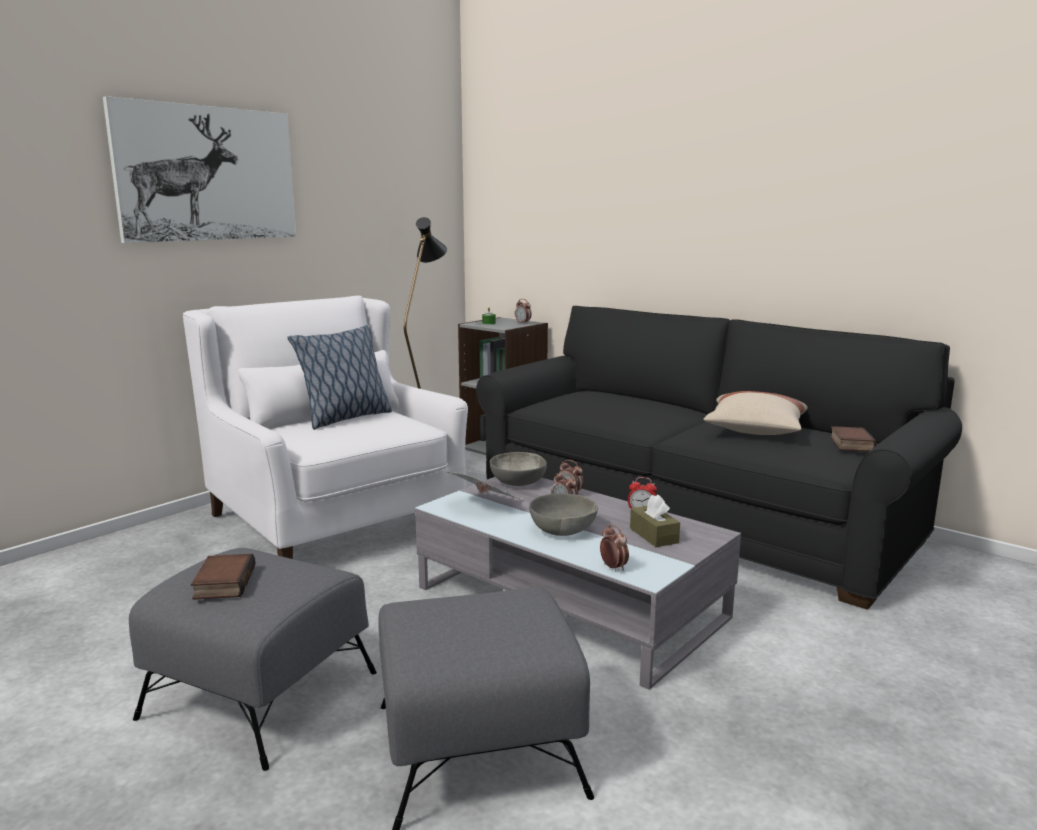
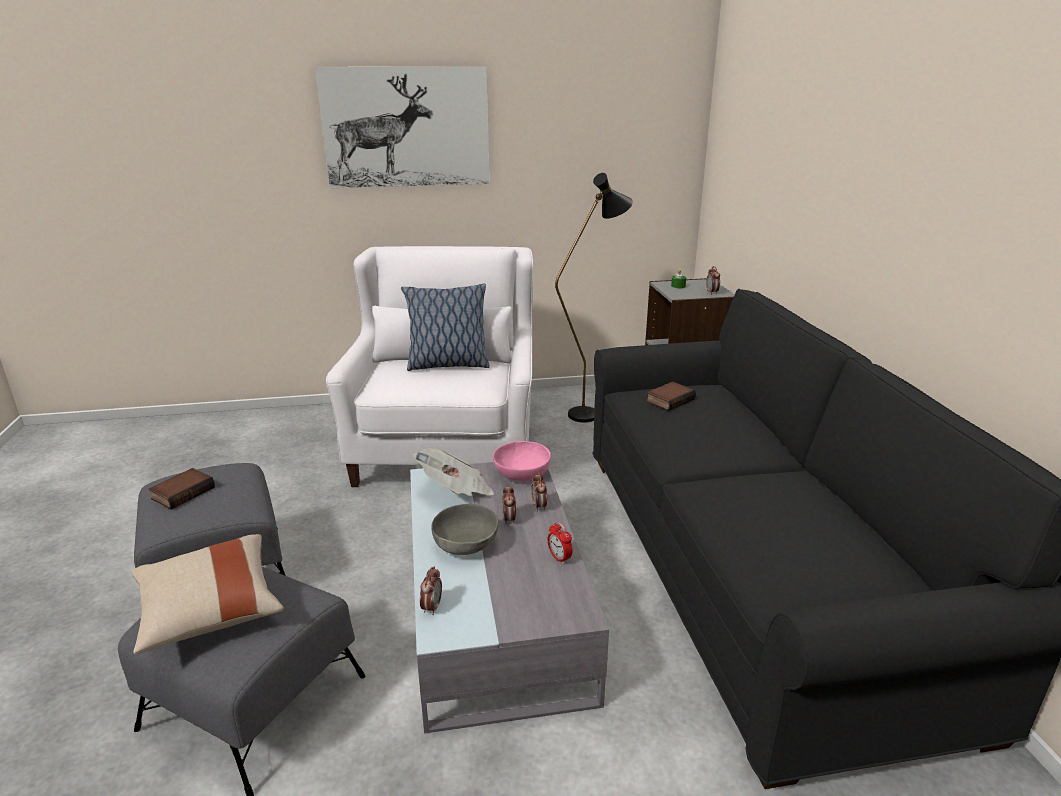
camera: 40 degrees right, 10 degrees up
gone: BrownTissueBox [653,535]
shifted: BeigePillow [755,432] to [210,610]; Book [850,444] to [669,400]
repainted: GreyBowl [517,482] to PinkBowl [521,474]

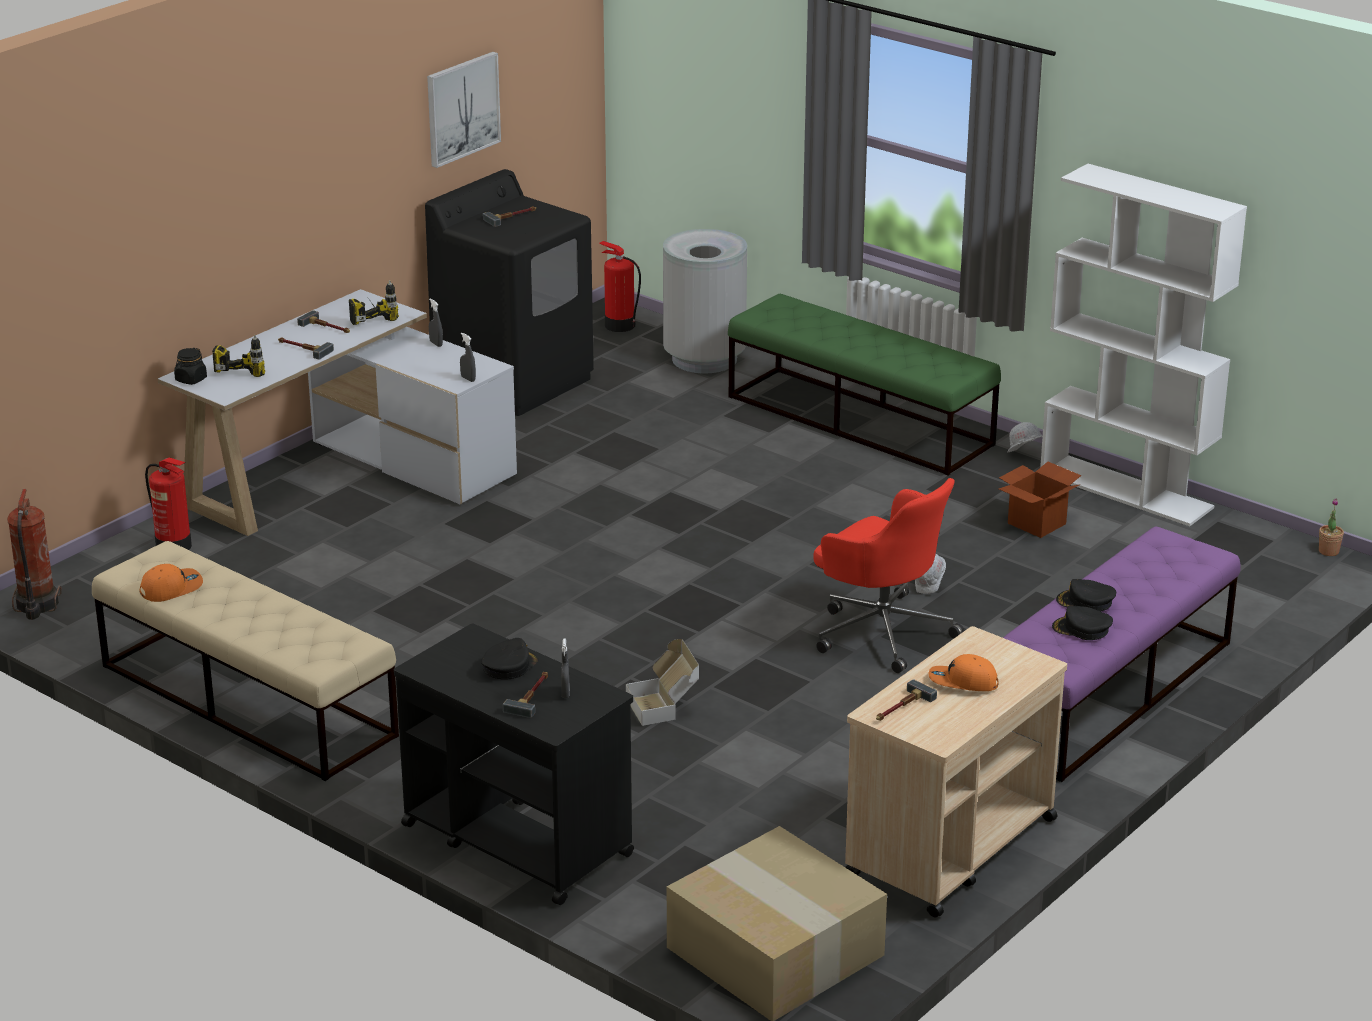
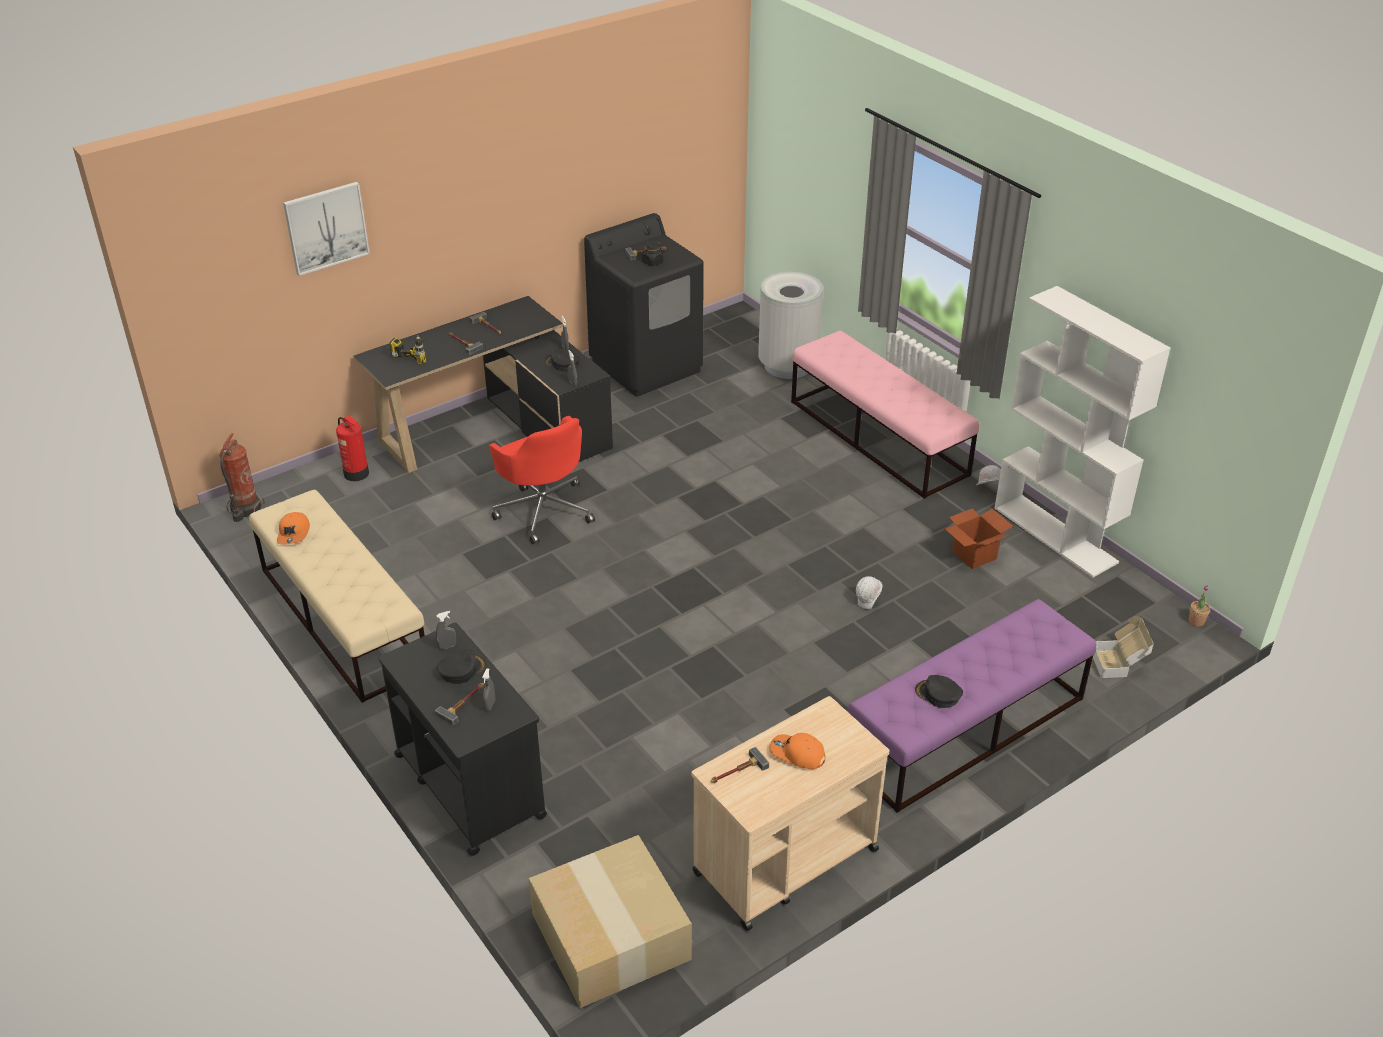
camera: 15 degrees right, 10 degrees up
gone: FireExtinguisher [619,325]; PowerDrill [370,316]
new: GreySprayBottle [447,646]
shifted: Picture [462,108] to [326,227]; BlackJar [191,379] to [652,262]; RedOfficeChair [881,631] to [544,509]; BlackCap [1085,602] to [562,363]; CardboardBox [664,706] to [1118,663]
repainted: WhiteDesk [346,475] to BlackDesk [497,430]; GreenBench [860,421] to PinkBench [878,438]
rotated: OrangeCap [171,588] = [294,533] 105 degrees clockwise

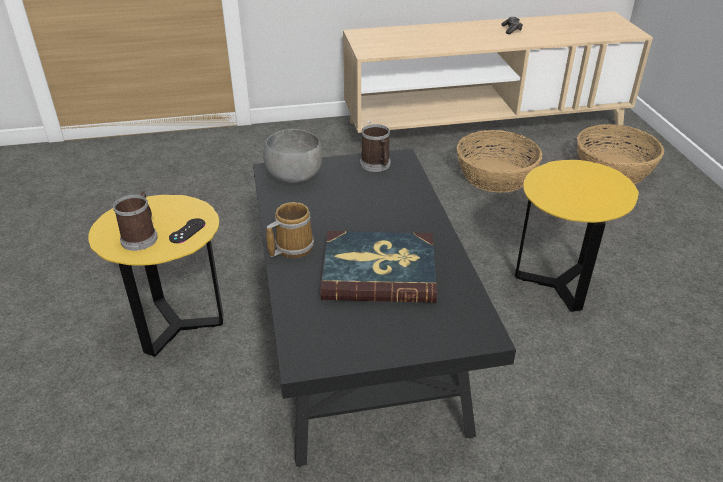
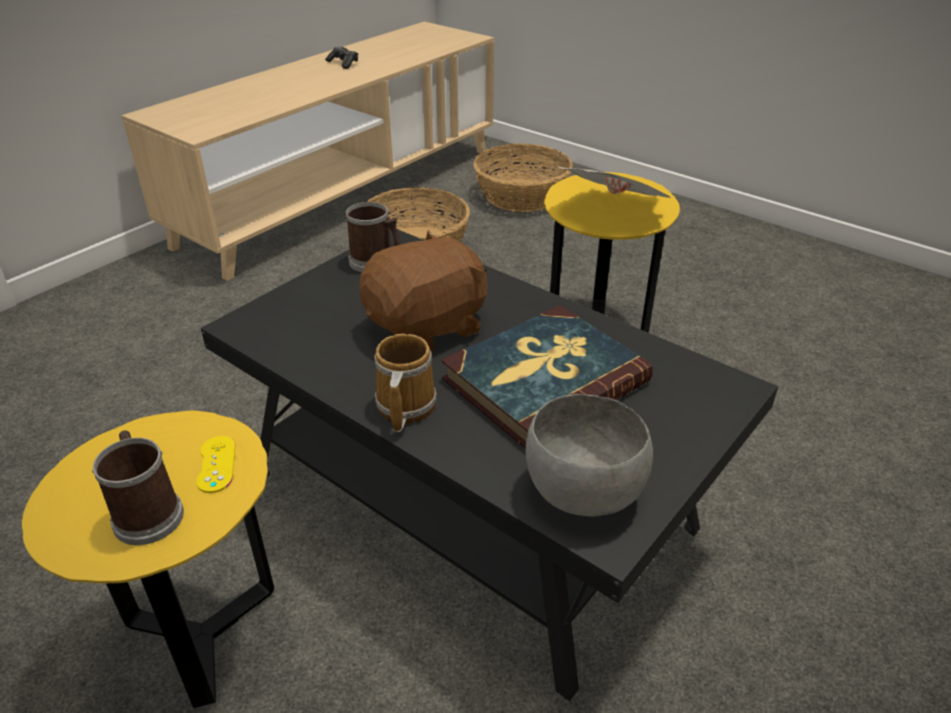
camera: 40 degrees left, 0 degrees up
new: Newspaper [615,212]; BrownPlushToy [428,327]
shifted: GreyBowl [294,177] to [580,492]
repainted: BlackGameController [187,231] to YellowGameController [216,464]

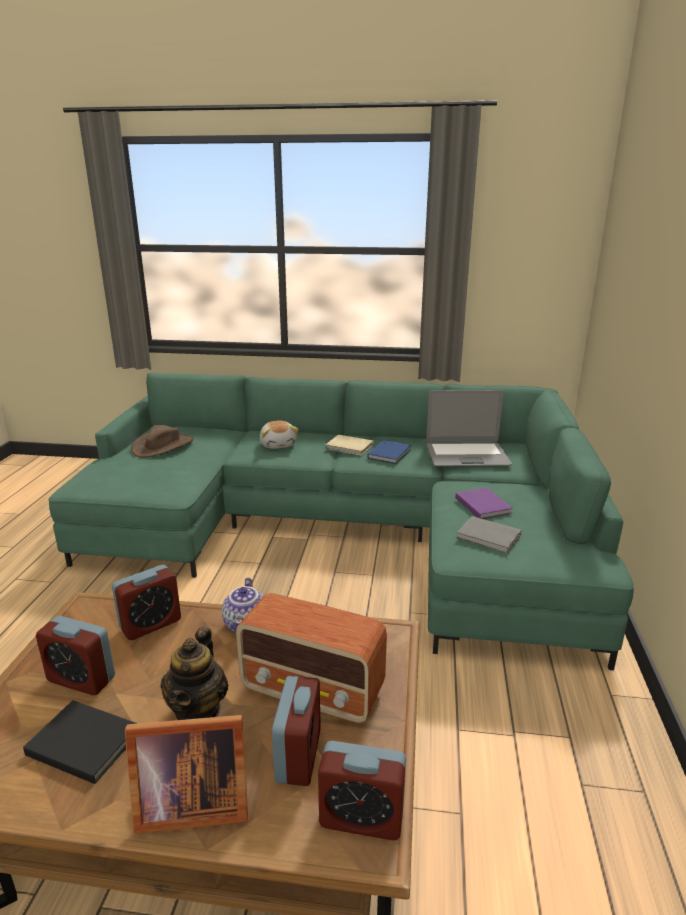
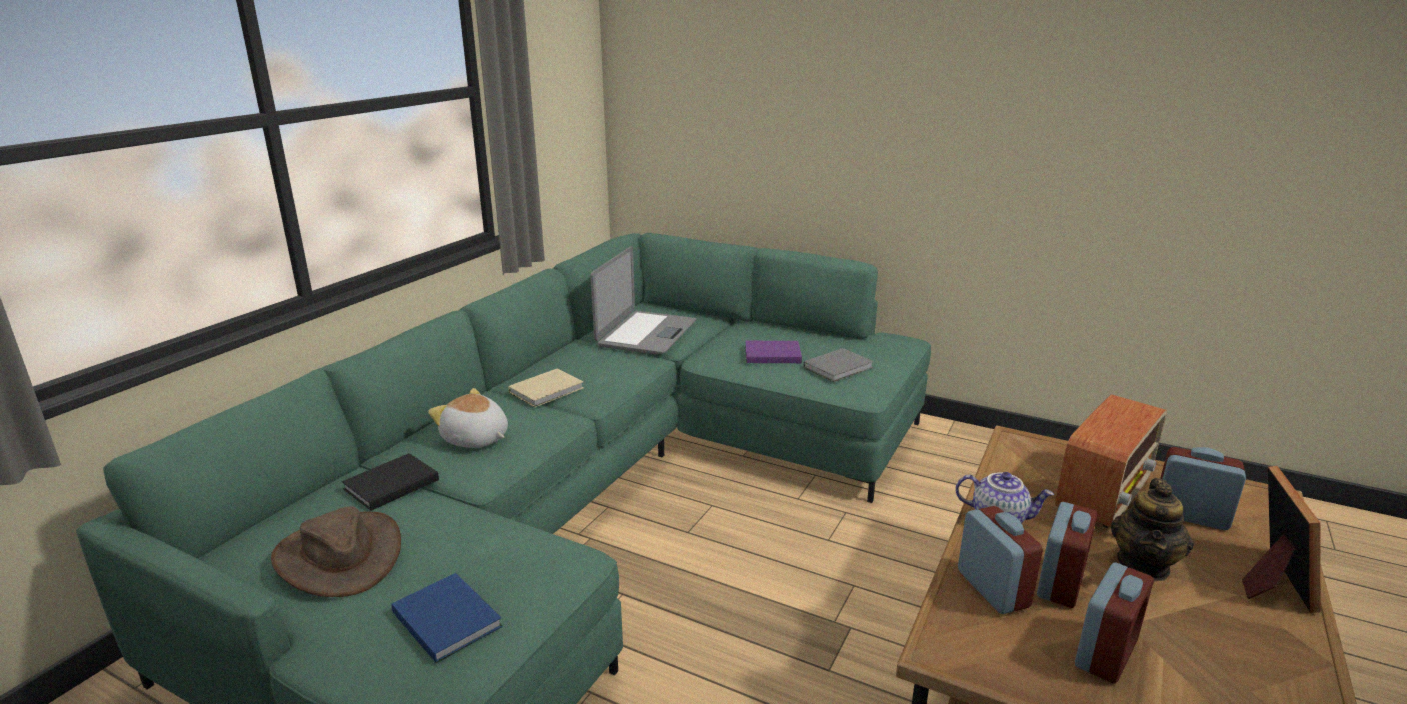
camera: 70 degrees left, 0 degrees up
shifted: BlueBook [390,453] to [447,617]; BlackBook [83,741] to [389,485]; AlarmClock [361,818] to [1060,583]
rotated: PlushToy [278,444] = [475,439] 150 degrees counterclockwise; Teapot [198,710] = [1144,565] 90 degrees clockwise

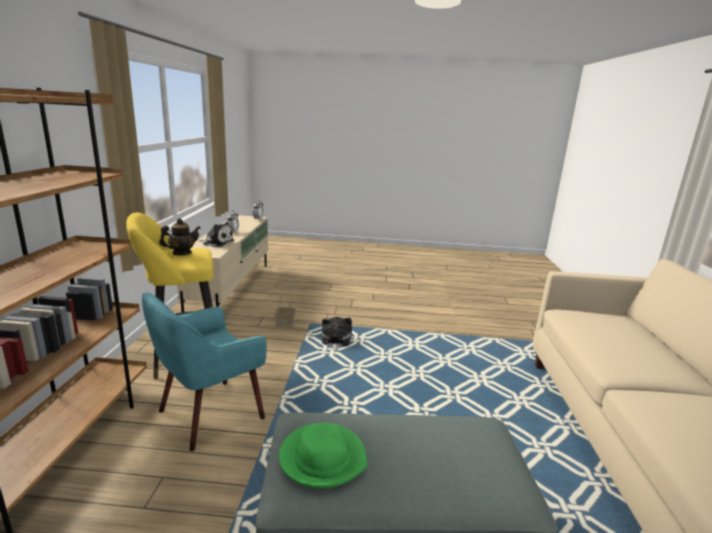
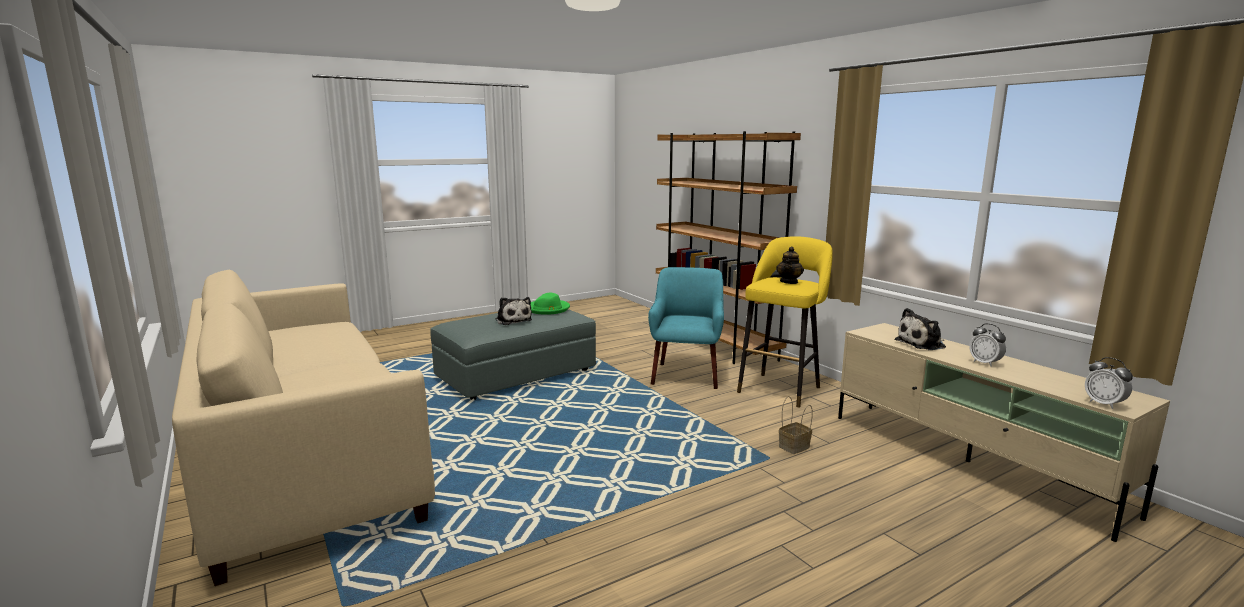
camera: 145 degrees right, 5 degrees down
shifted: PlushToy [335,341] to [513,320]

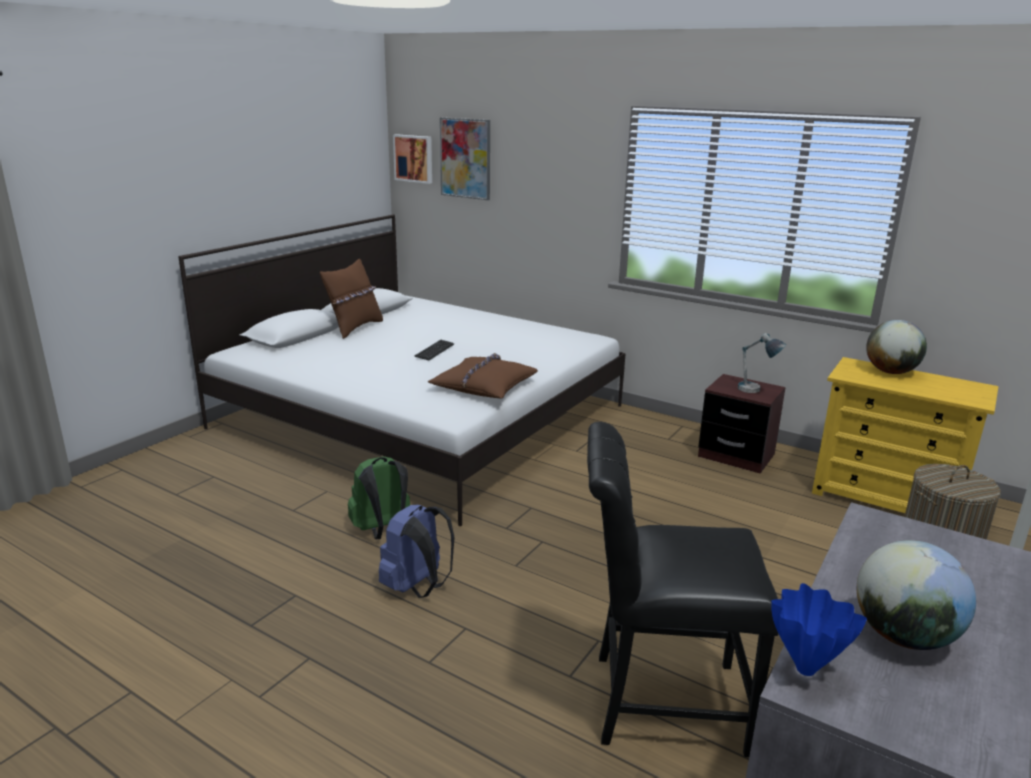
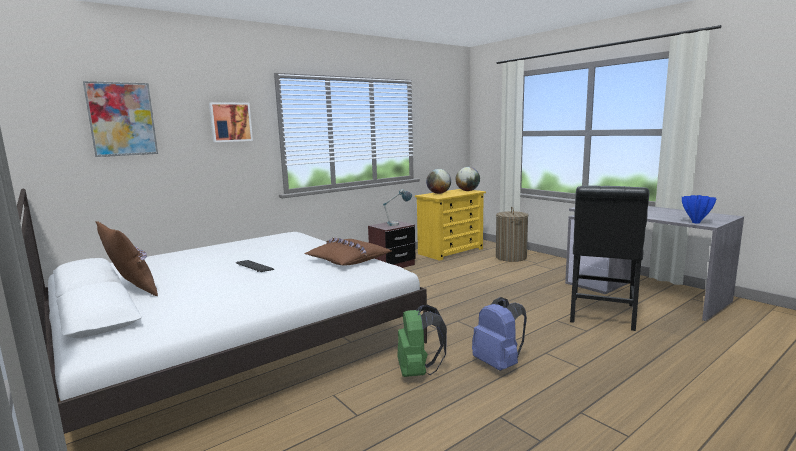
camera: 70 degrees left, 10 degrees down
shifted: Picture [414,158] to [230,122]; Globe [903,637] to [467,191]

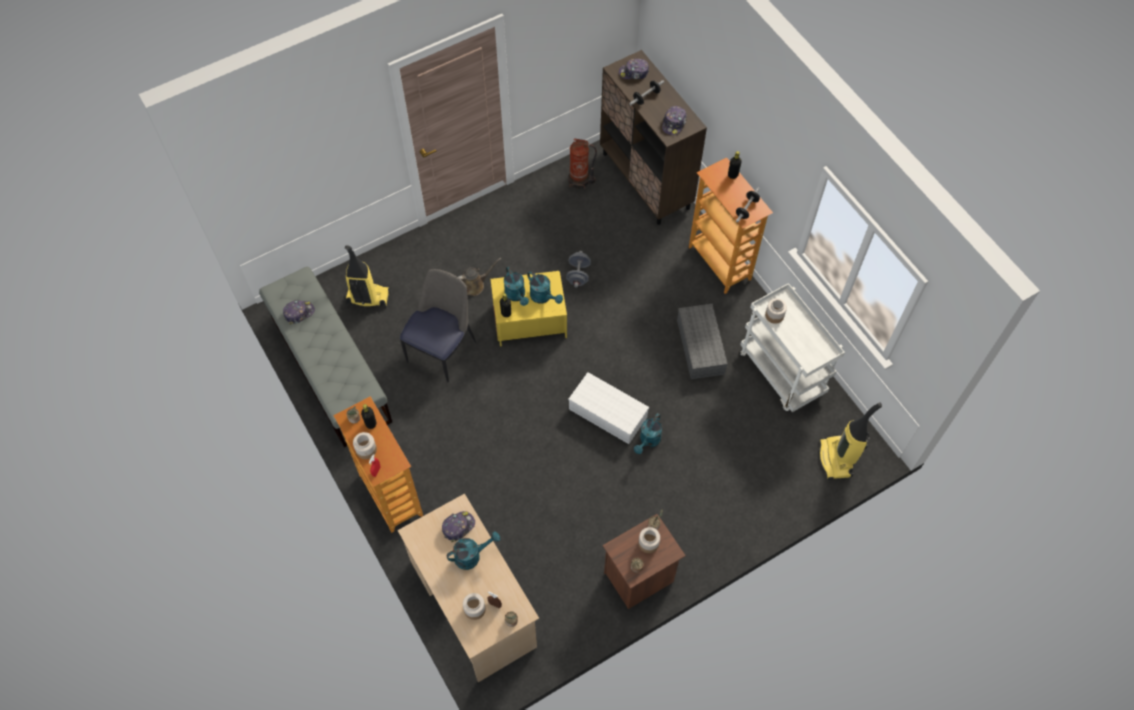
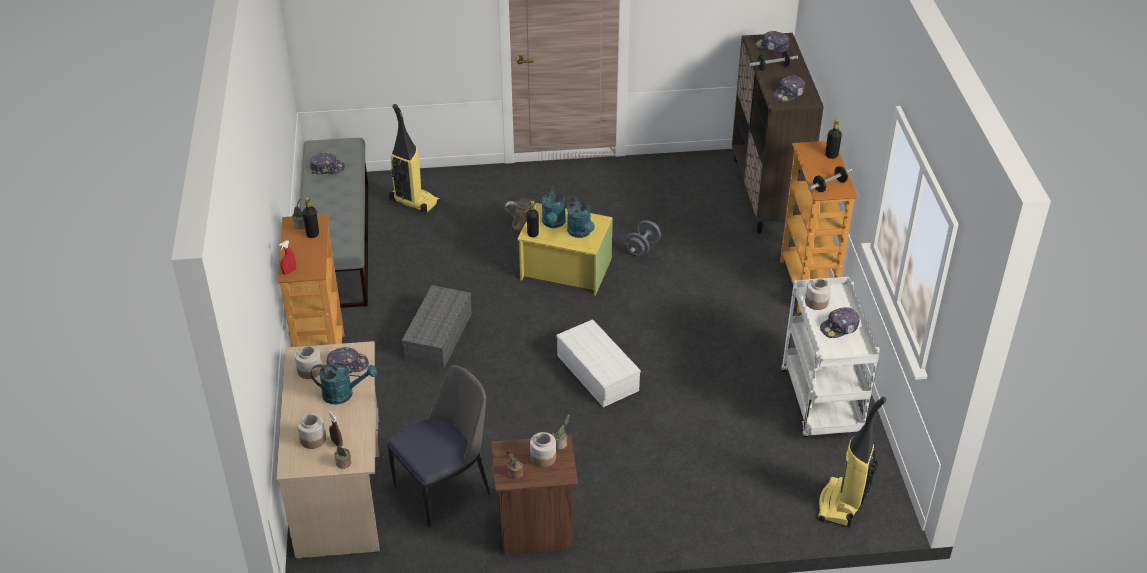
camera: 25 degrees right, 20 degrees down
gone: FireExtinguisher [580,181]; TurquoiseWateringCan [648,441]
new: Cap [839,328]
shifted: Chair [442,350] to [444,489]; GreyStorageBox [701,347] to [439,337]; Jar [366,450] to [309,370]

